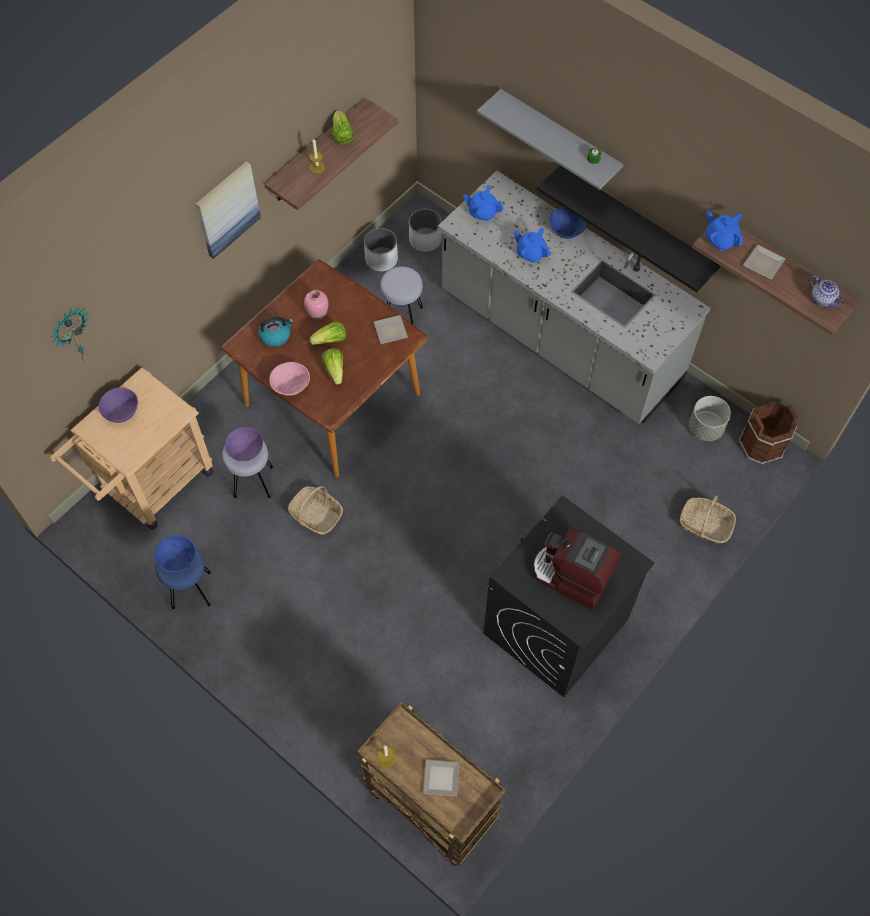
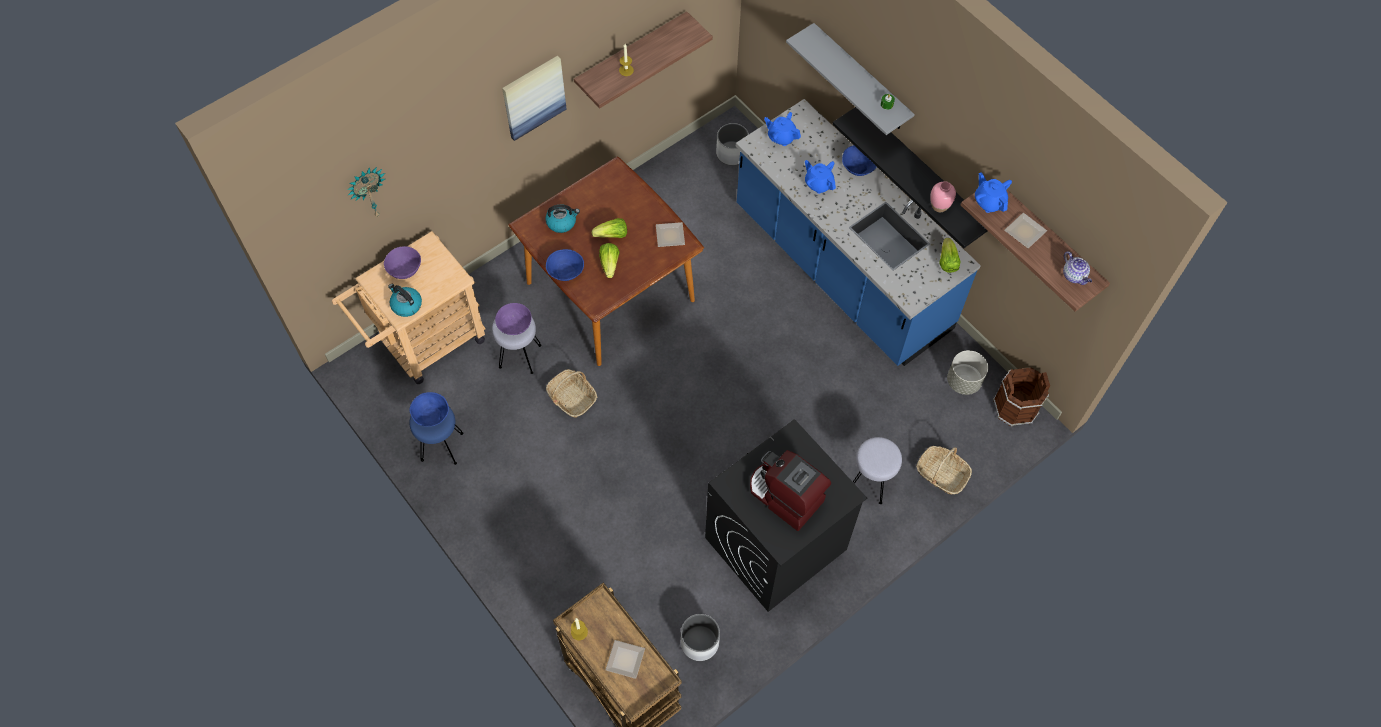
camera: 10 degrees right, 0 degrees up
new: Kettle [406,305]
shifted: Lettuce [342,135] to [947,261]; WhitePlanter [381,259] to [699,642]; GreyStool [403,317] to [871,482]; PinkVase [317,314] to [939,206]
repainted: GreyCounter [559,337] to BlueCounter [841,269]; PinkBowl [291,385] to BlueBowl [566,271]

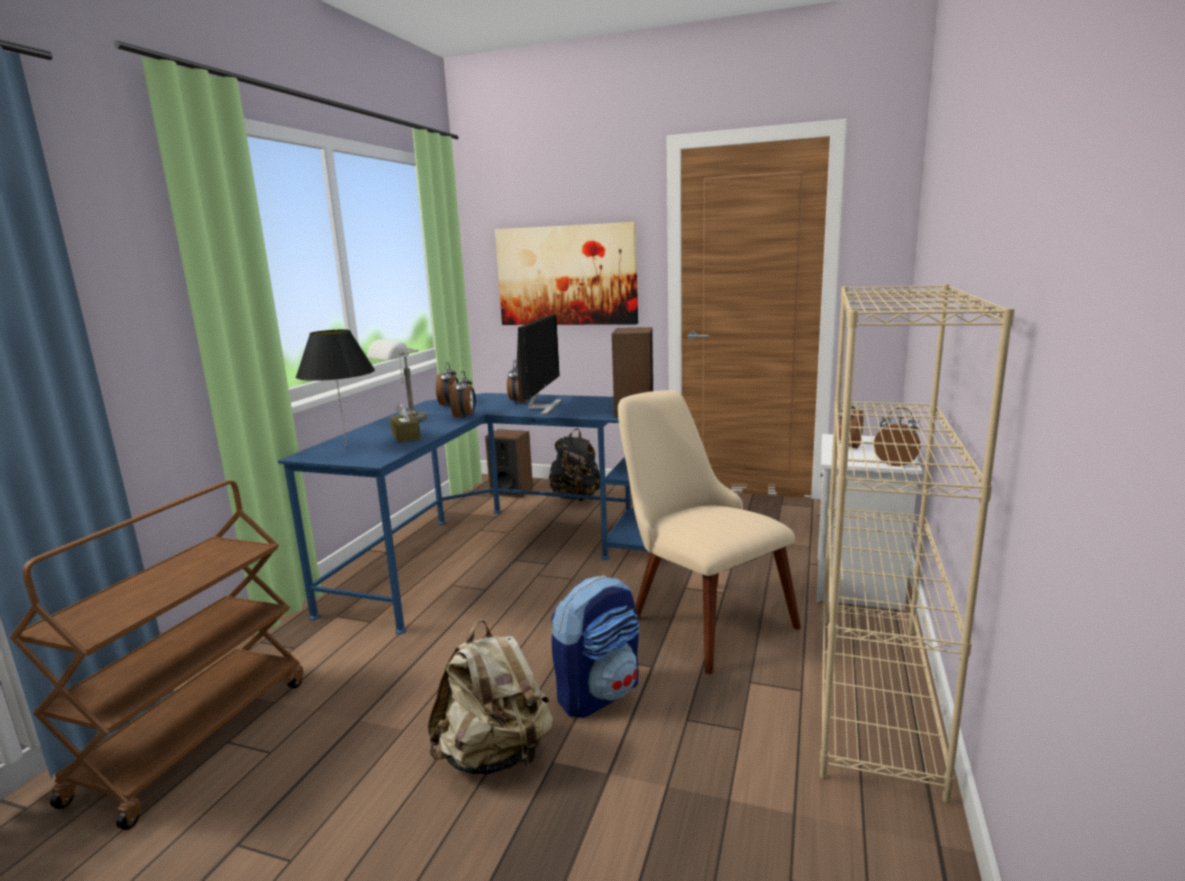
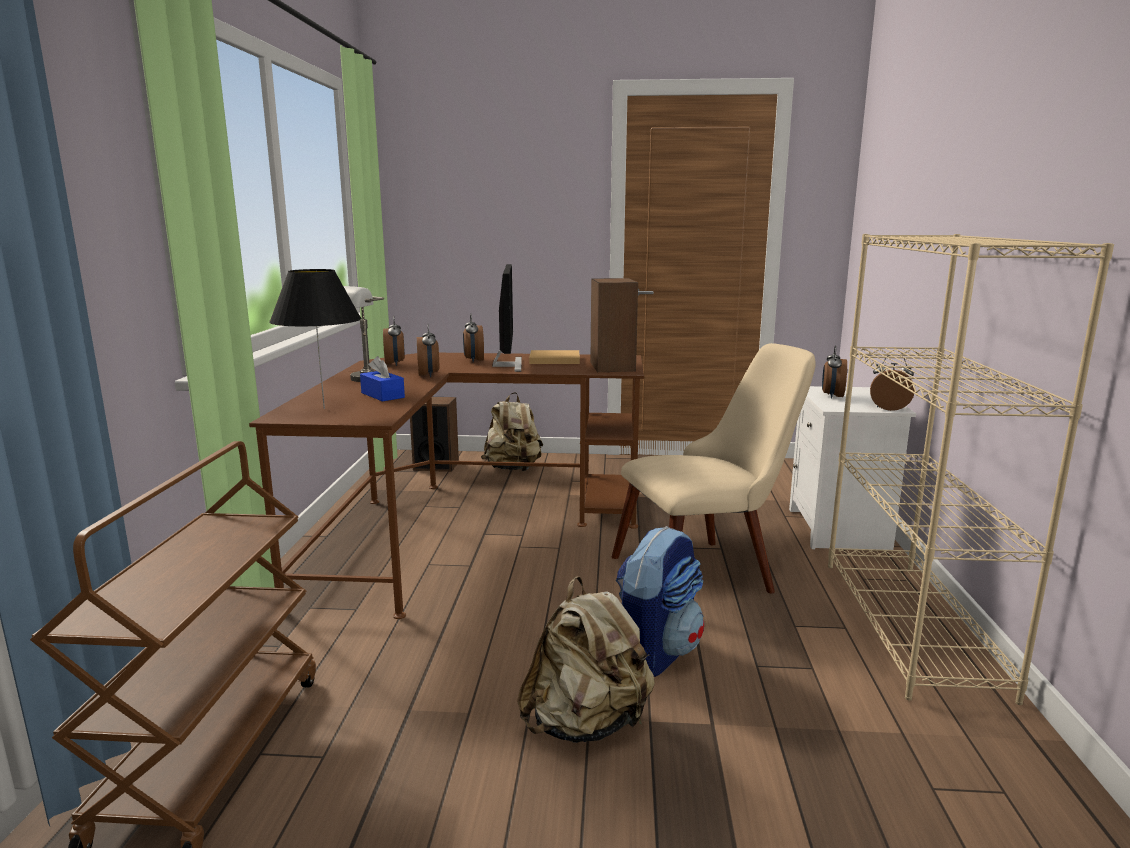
camera: 15 degrees left, 0 degrees up
gone: Picture [566,275]
new: BeigeBook [553,359]
repainted: BlueDesk [499,551] to BrownDesk [461,526]; BrownTissueBox [406,436] to BlueTissueBox [382,395]; BlackBackpack [576,498] to BeigeBackpack [513,469]
rotated: BeigeChair [697,615] = [708,570] 120 degrees clockwise

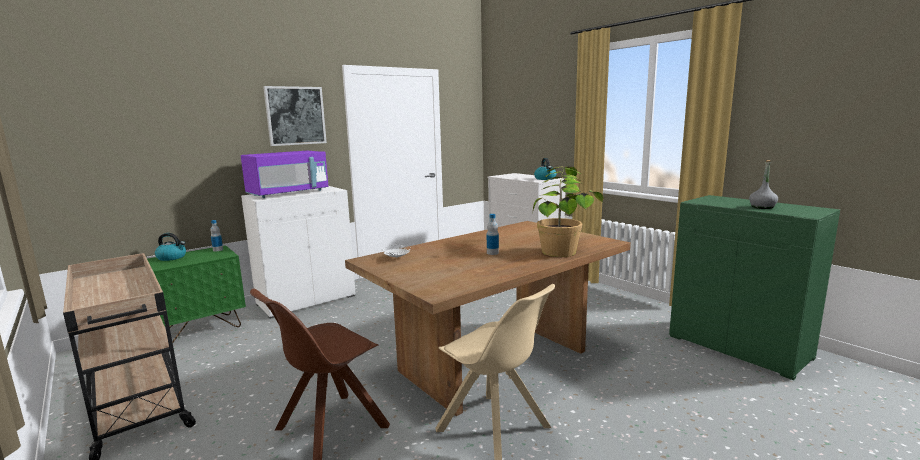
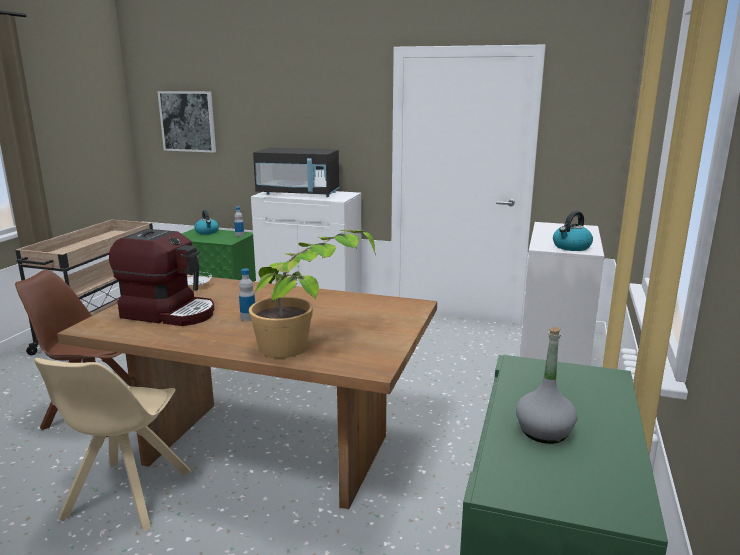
camera: 55 degrees right, 5 degrees up
new: CoffeeMachine [169,313]
shifted: Picture [295,116] to [188,121]
repainted: PurpleMicrowave [288,193] to BlackMicrowave [298,194]

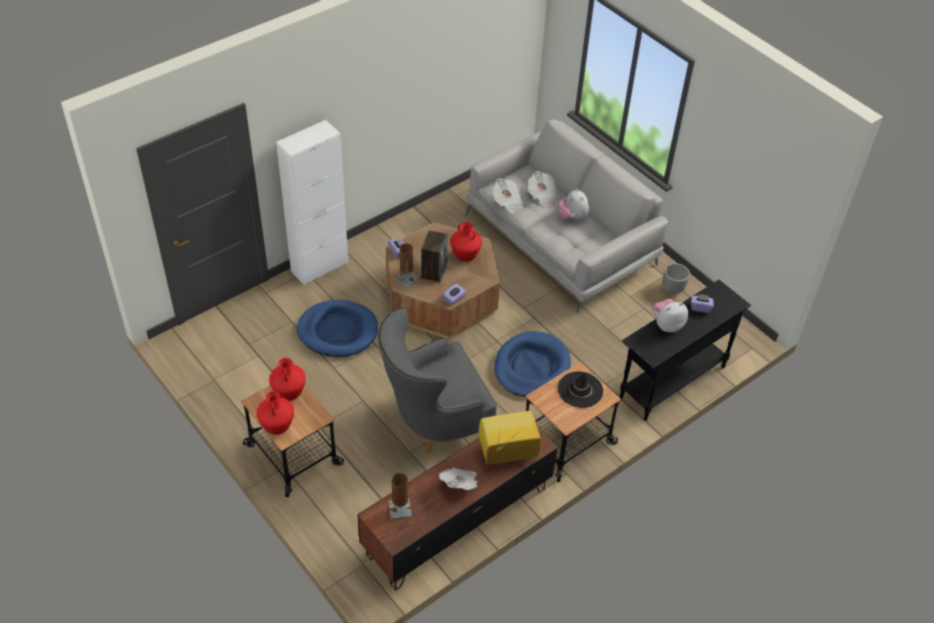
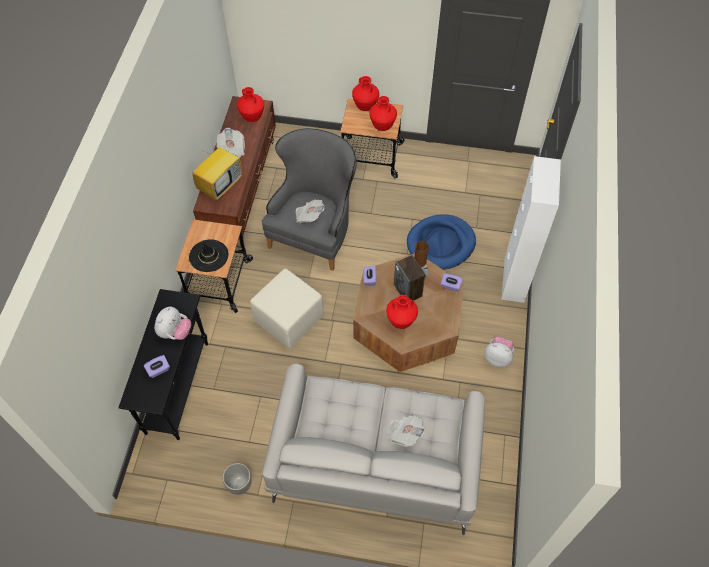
camera: 140 degrees right, 10 degrees up
shifted: Newspaper [507,202] to [309,216]; PlushToy [572,217] to [497,357]
swapped: BlueDogBed [531,367] to BeigeOttoman [289,318]; BrownTableLamp [400,509] to RedVase [252,117]

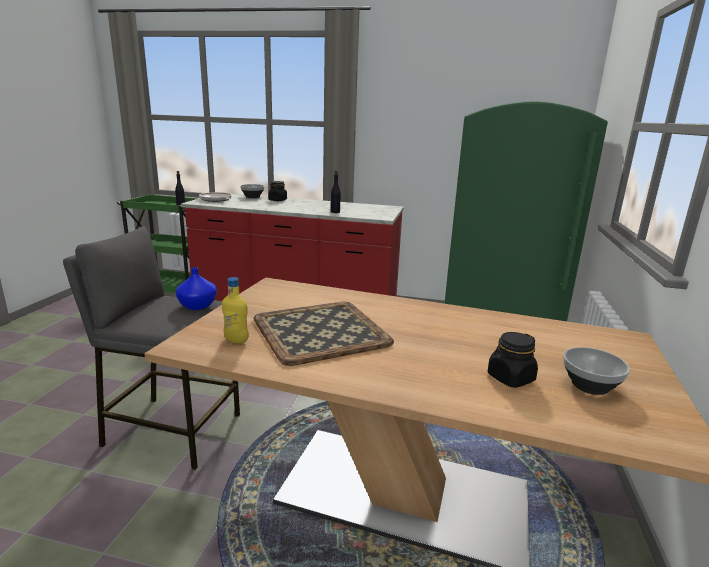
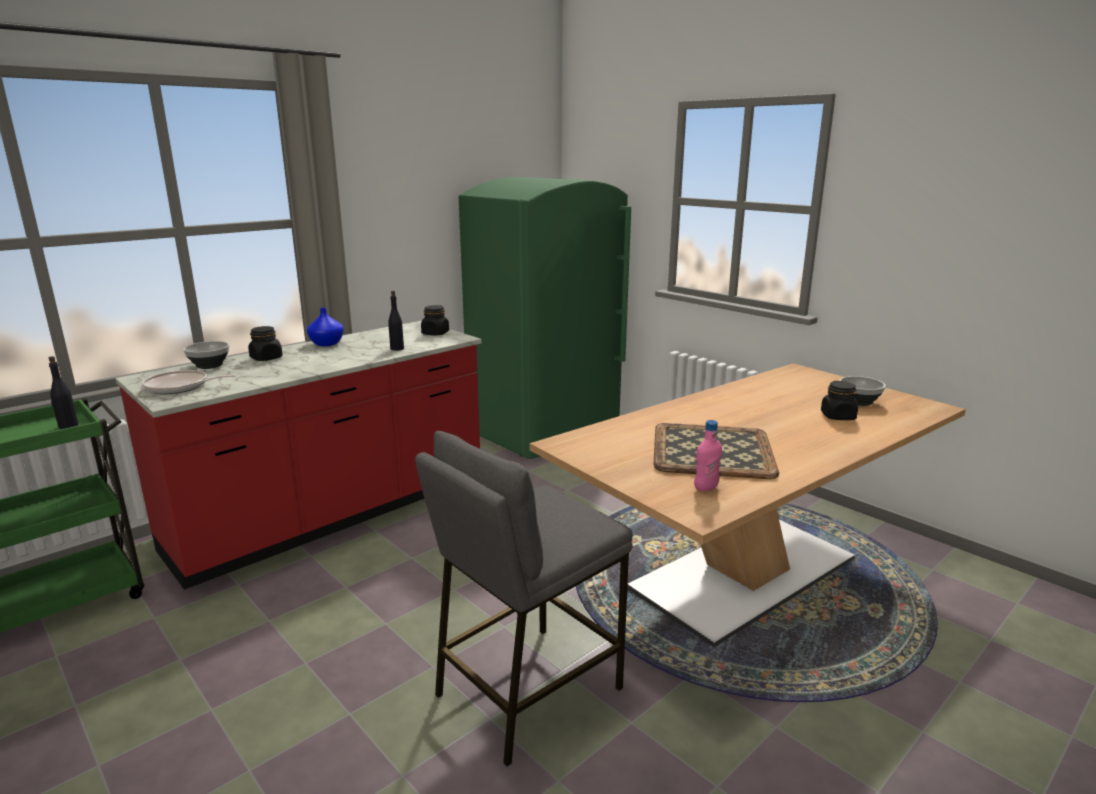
camera: 55 degrees left, 0 degrees up
new: BlackJar [435,333]
shifted: BlueVase [197,306] to [327,344]
repainted: YellowBottle [236,340] to PinkBottle [706,488]

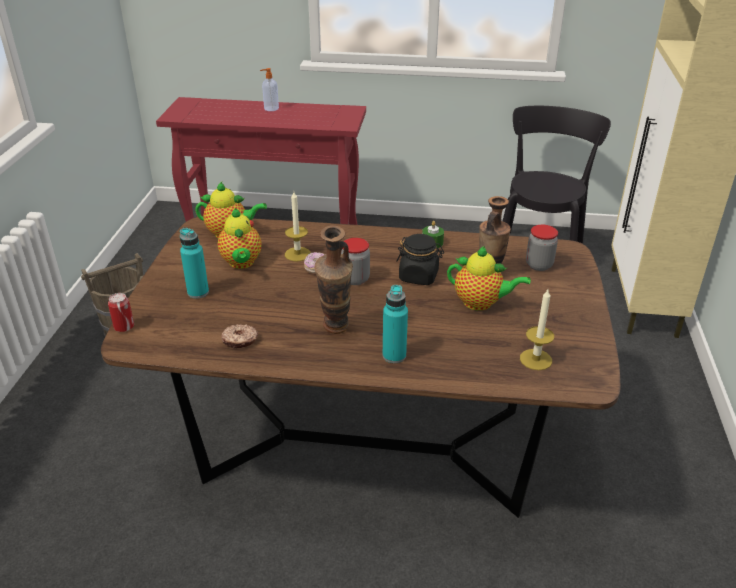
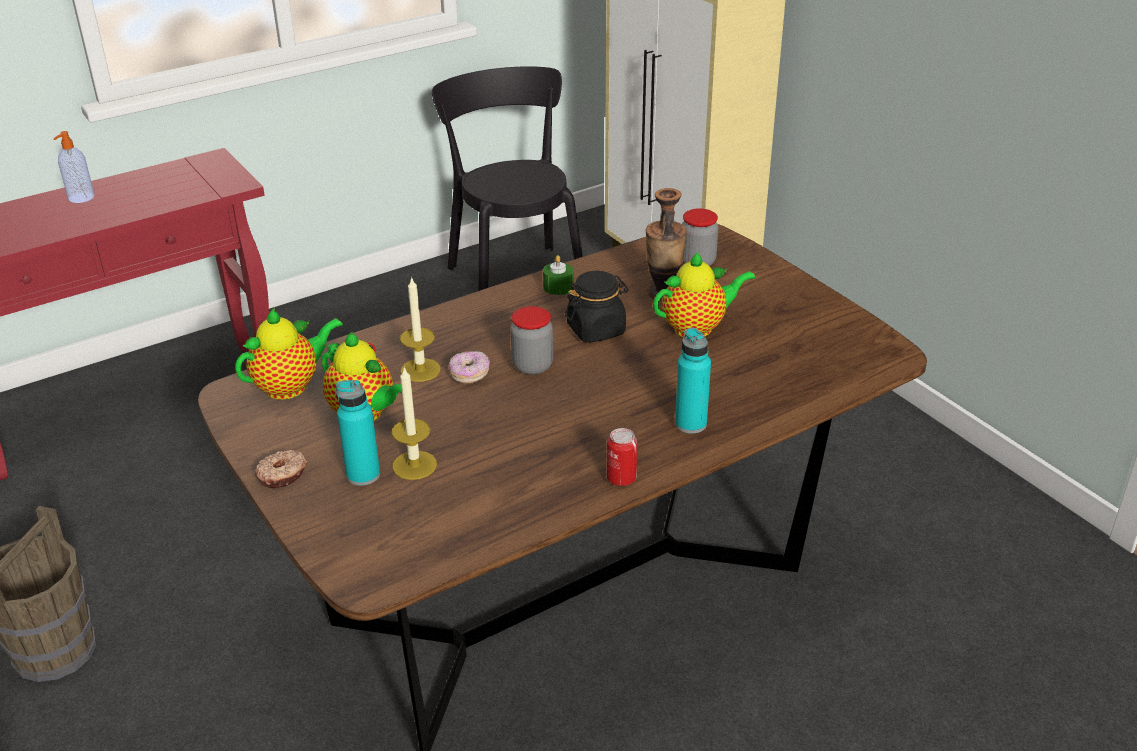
camera: 40 degrees left, 0 degrees up
gone: Vase [335,332]
shifted: Candle [535,359] to [414,465]; Can [124,327] to [621,478]; Donut [240,341] to [283,475]

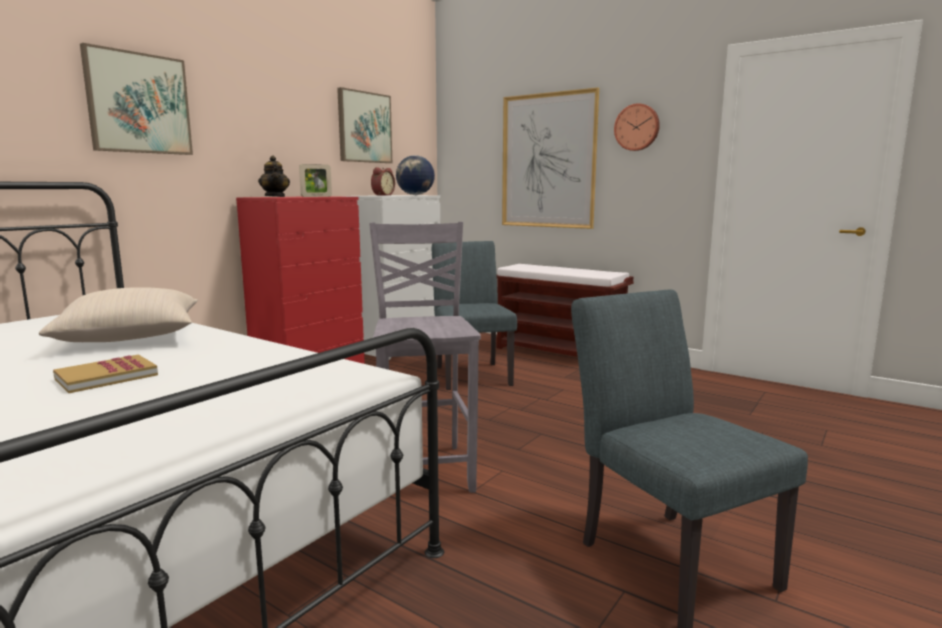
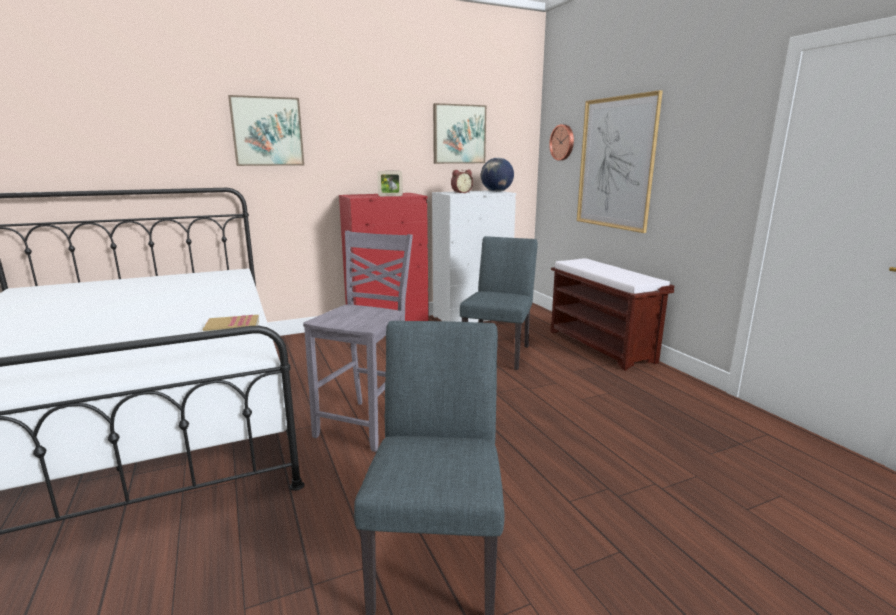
camera: 30 degrees right, 5 degrees up
gone: Teapot [275,197]; BeigePillow [131,337]
shifted: WallClock [637,127] to [563,142]; Book [106,377] to [232,327]

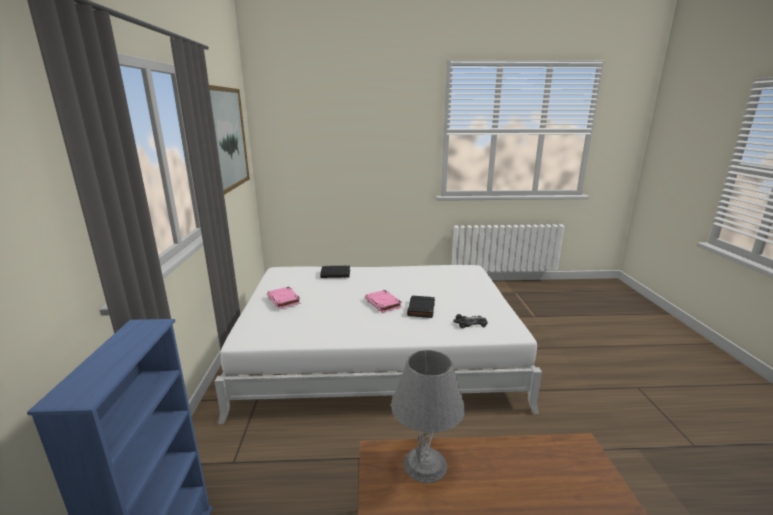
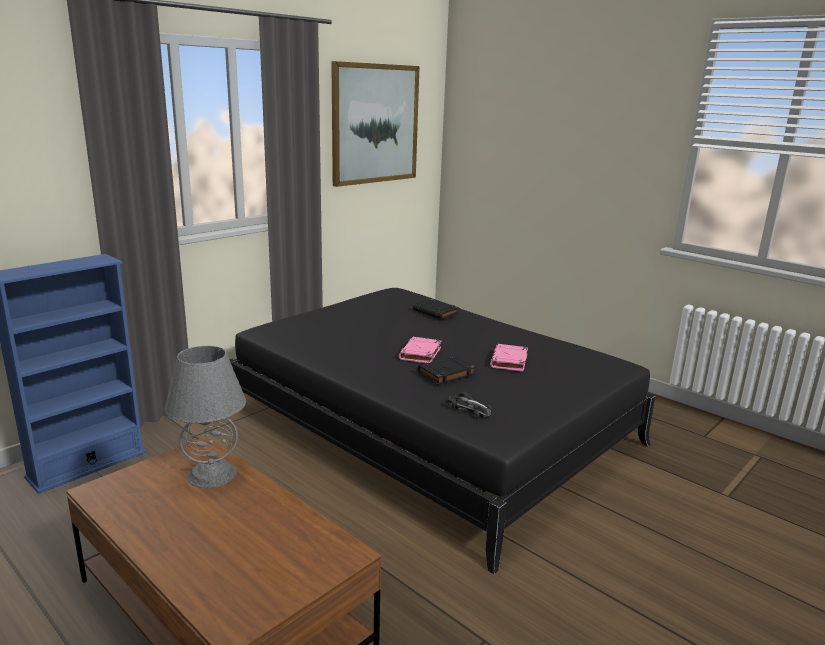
camera: 45 degrees right, 0 degrees up
shifted: PinkBook [284,300] to [509,361]
repainted: WhiteBed [378,352] to BlackBed [430,425]

